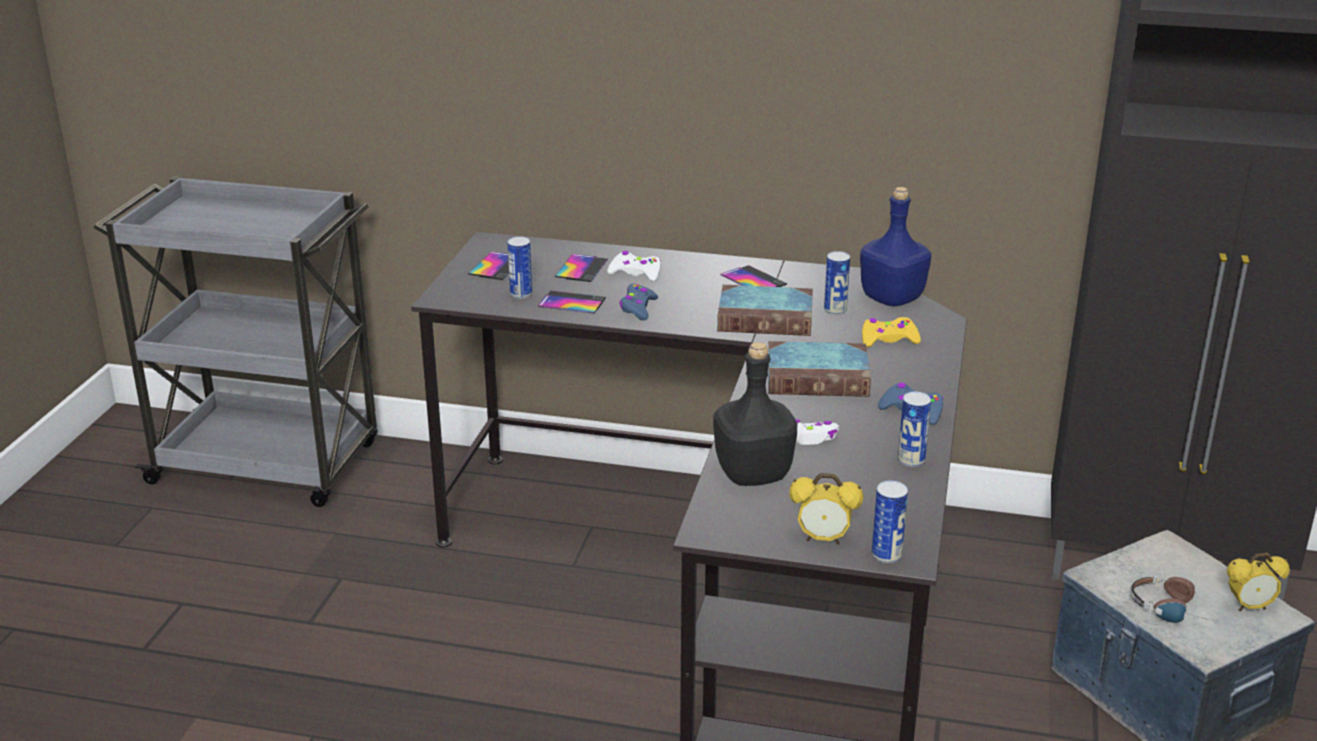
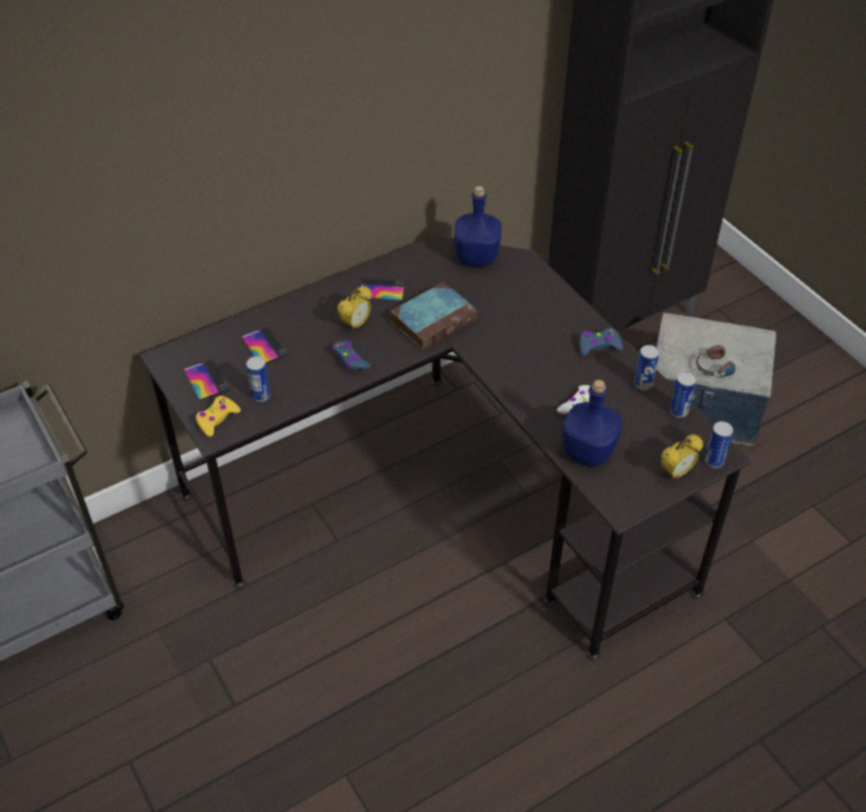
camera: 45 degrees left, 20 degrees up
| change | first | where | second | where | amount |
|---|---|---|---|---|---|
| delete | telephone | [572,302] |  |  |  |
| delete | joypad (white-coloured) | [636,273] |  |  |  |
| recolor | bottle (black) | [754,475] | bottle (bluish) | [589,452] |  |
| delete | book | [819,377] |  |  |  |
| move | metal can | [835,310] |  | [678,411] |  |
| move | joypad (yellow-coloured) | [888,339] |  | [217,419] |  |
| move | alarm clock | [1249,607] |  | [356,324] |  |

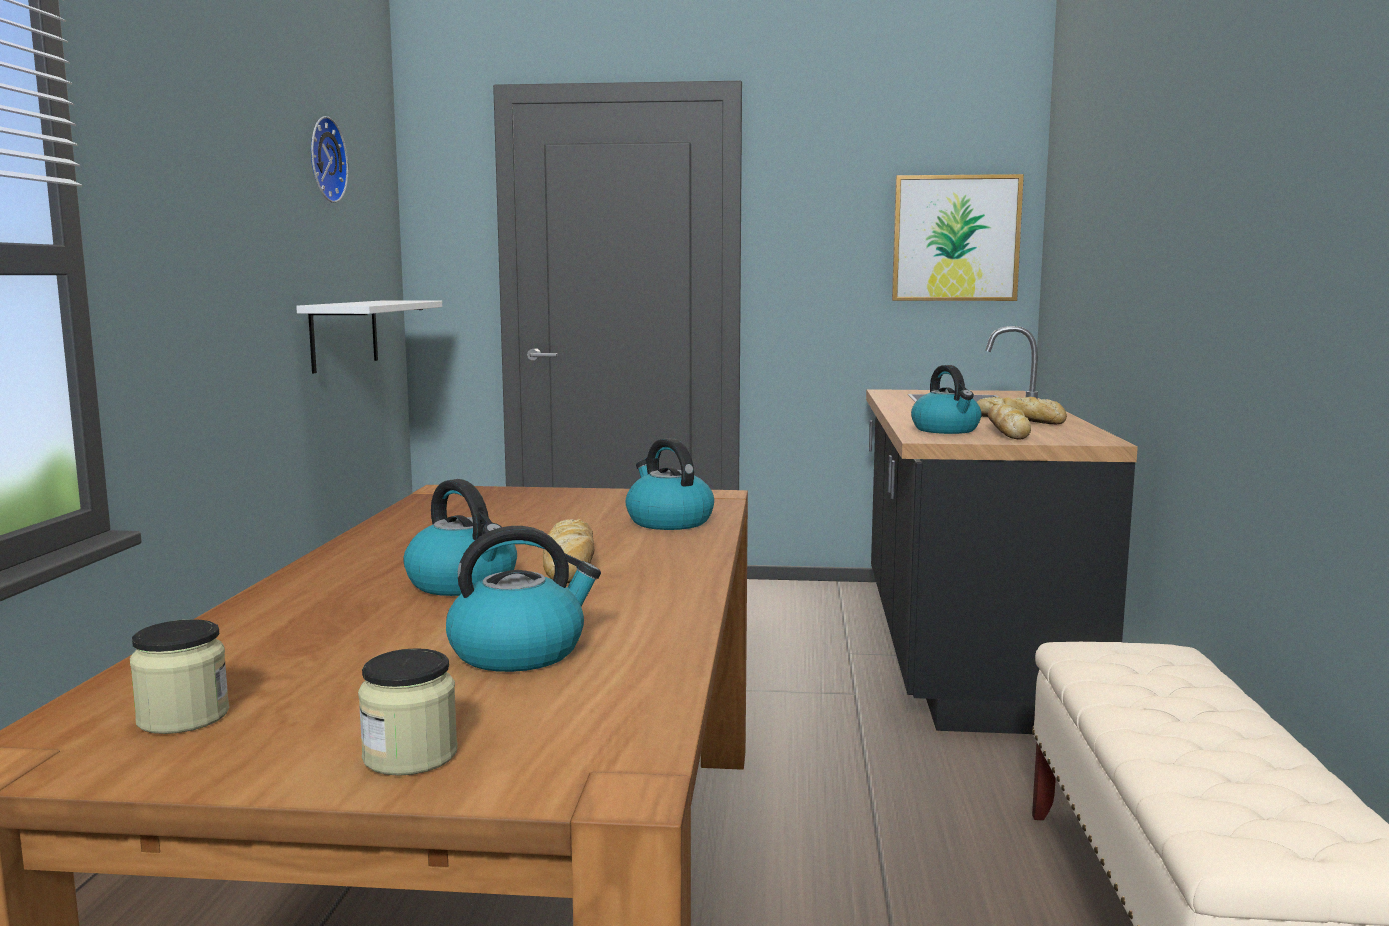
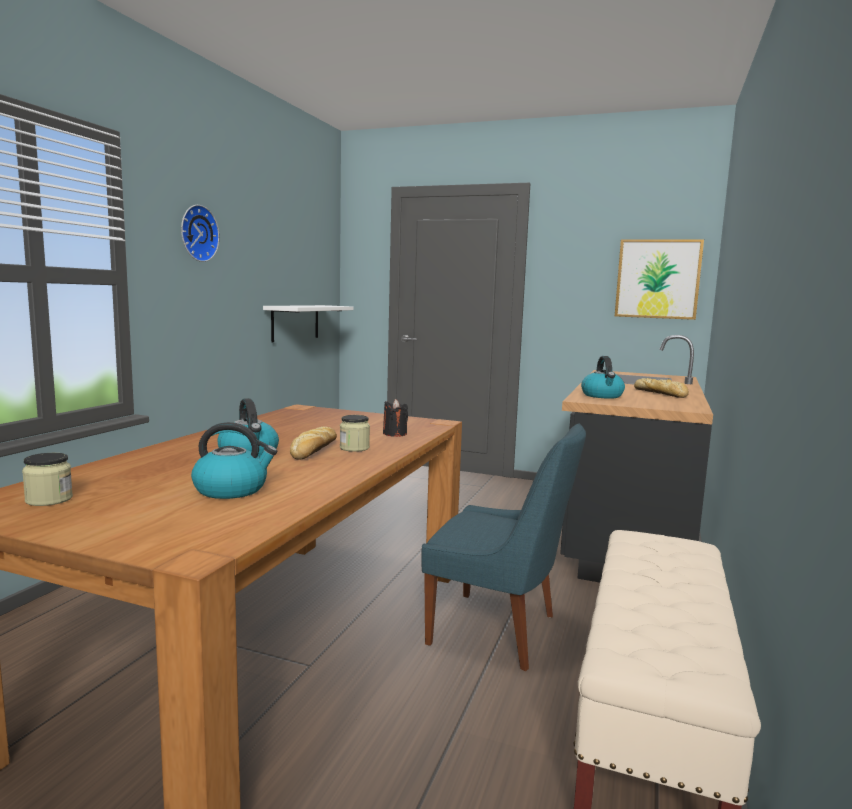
camera: 15 degrees right, 0 degrees up
| change | first | where | second | where | amount |
|---|---|---|---|---|---|
| move | wall clock | [323,160] |  | [197,233] |  |
| move | jar | [410,756] |  | [354,448] |  |
| replace | kettle | [668,521] | candle (black) | [394,434] |  |
| delete | bread | [1007,432] |  |  |  |
| insert |  |  | upright chair (bluish) | [498,631] |  |

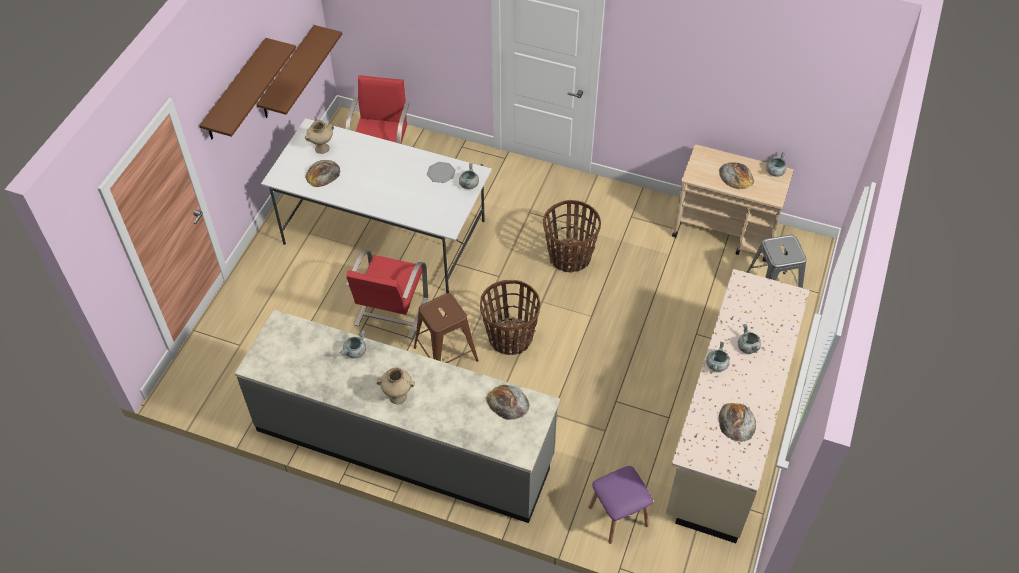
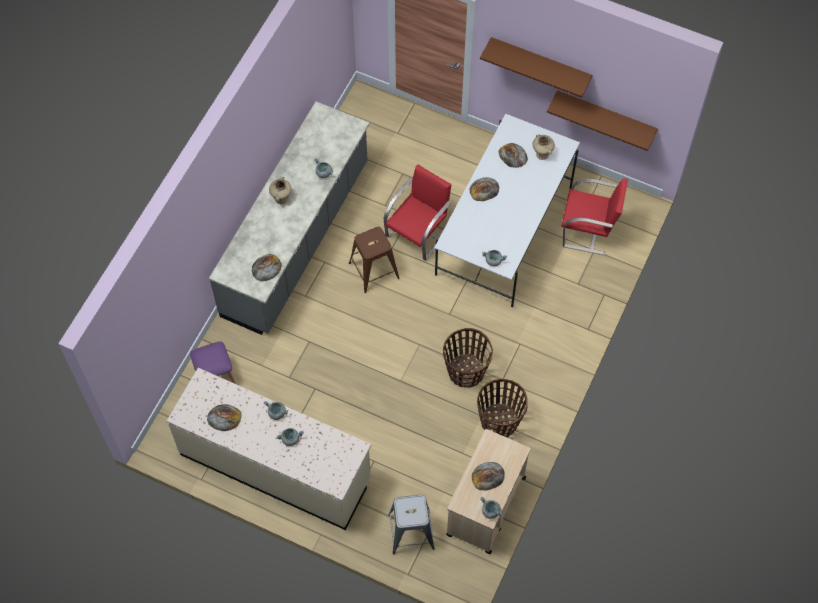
camera: 95 degrees right, 10 degrees up
| change | first | where | second | where | amount |
|---|---|---|---|---|---|
| rotate | upright chair (reddish) | [390,313] |  | [418,233] | 105 degrees clockwise |
| delete | flat dish | [441,173] |  |  |  |
| move | household basket | [510,338] |  | [499,421] |  |
| insert |  |  | bread | [484,189] |  |

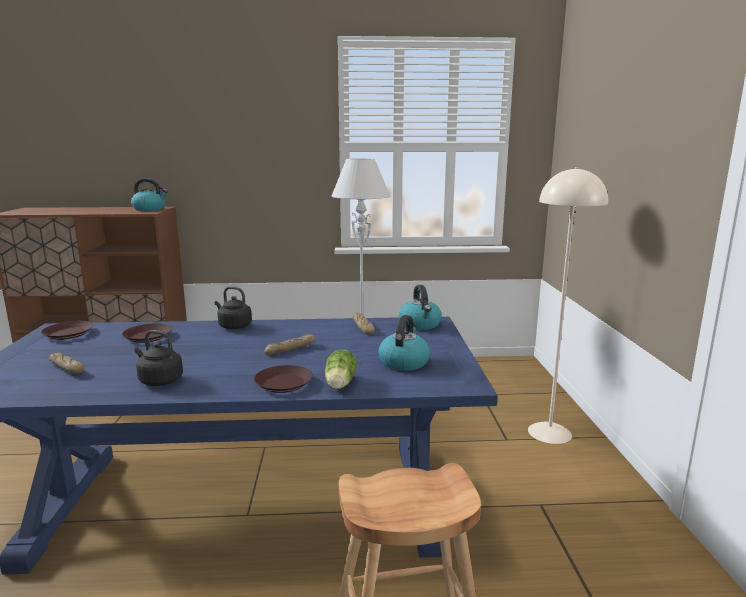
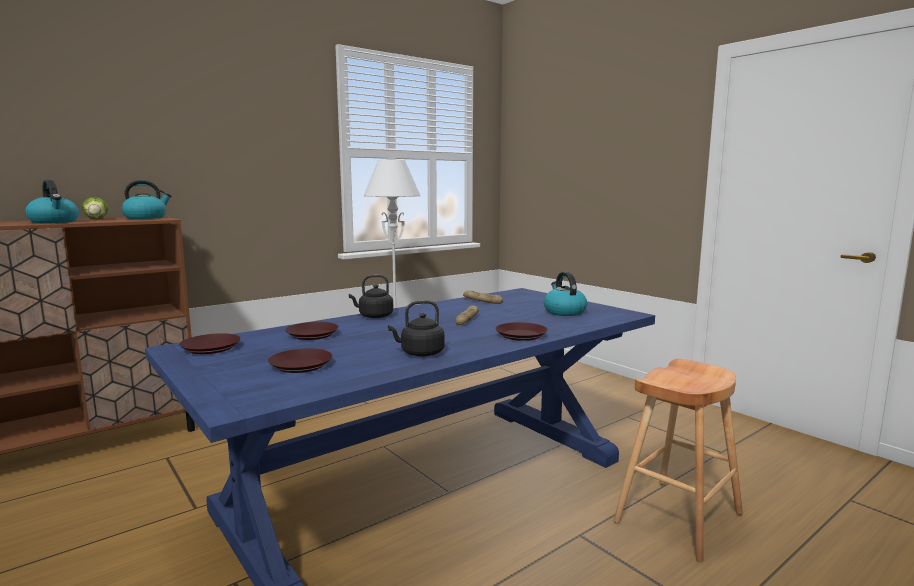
camera: 35 degrees left, 5 degrees down
| change | first | where | second | where | amount |
|---|---|---|---|---|---|
| replace | bread | [67,368] | flat dish (brownish) | [301,365] |  |
| move | lettuce | [339,384] |  | [96,219] |  |
| move | kettle | [420,325] |  | [54,222] |  |
| delete | standard lamp (beige-coloured) | [550,432] |  |  |  |

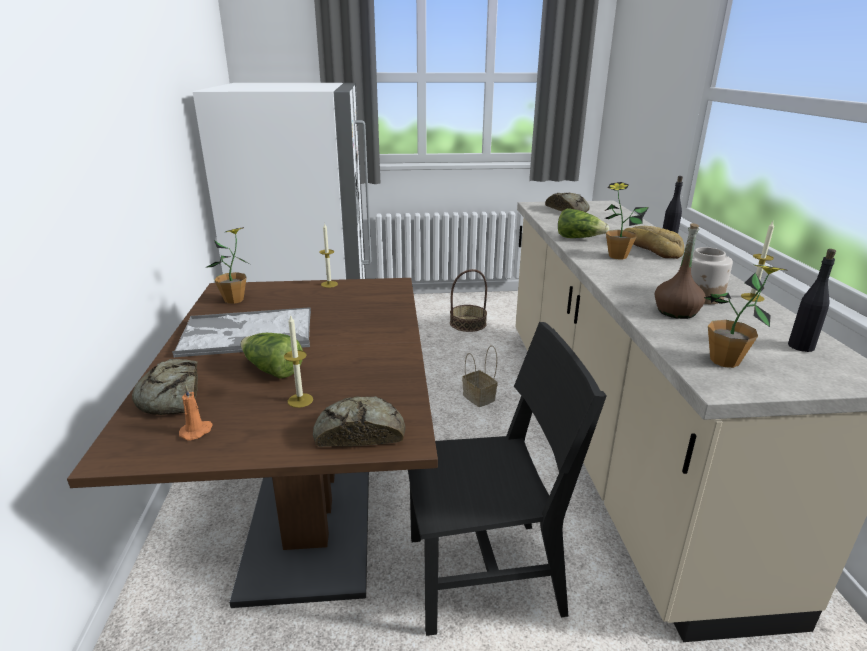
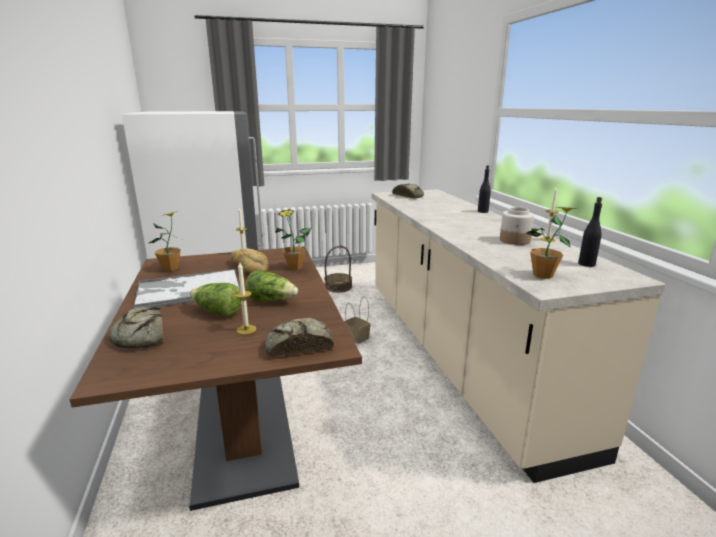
camera: 10 degrees left, 5 degrees down
| change | first | where | second | where | amount |
|---|---|---|---|---|---|
| delete | candle (orange-coloured) | [197,431] |  |  |  |
| delete | upright chair (black) | [484,574] |  |  |  |
| move | lettuce | [579,238] |  | [271,300] |  |
| move | houseplant | [617,256] |  | [295,267] |  |
| move | bread | [651,248] |  | [250,267] |  |
| delete | bottle (brownish) | [676,312] |  |  |  |

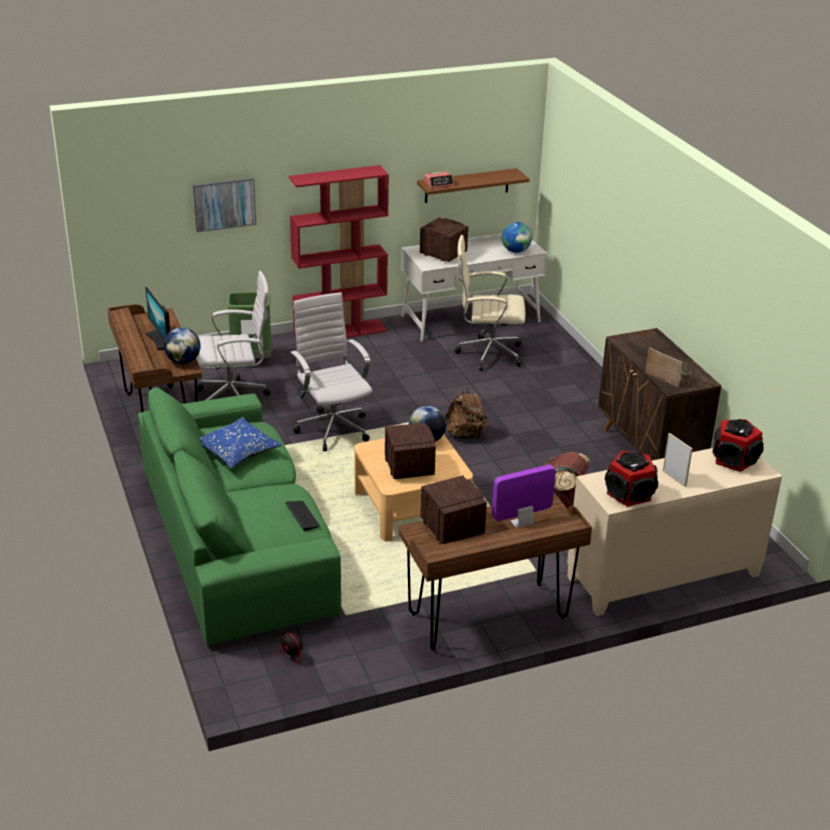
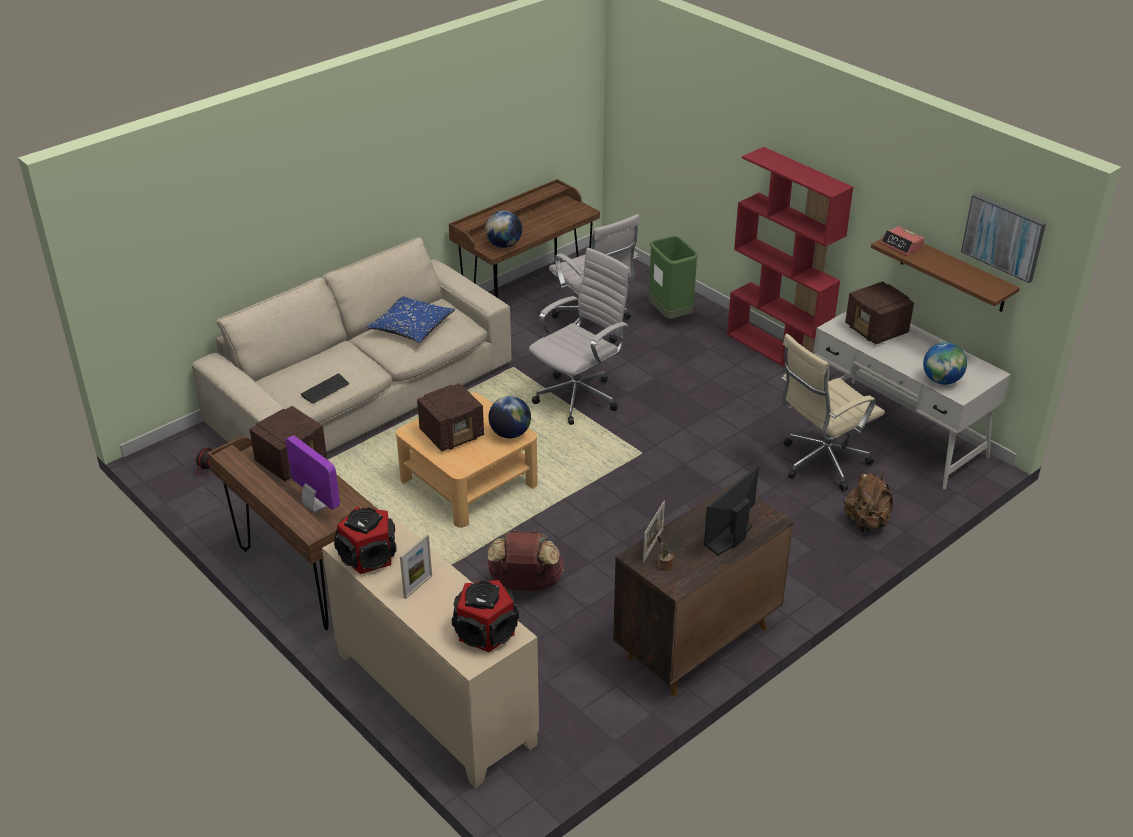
camera: 70 degrees right, 5 degrees up
| change | first | where | second | where | amount |
|---|---|---|---|---|---|
| recolor | couch (green) | [238,538] | couch (beige-coloured) | [363,394] |  |
| move | computer display | [160,340] |  | [729,537] |  |
| move | picture | [224,204] |  | [1003,237] |  |
| rotate | radio receiver | [442,254] |  | [876,331] | 135 degrees clockwise |
| move | backpack (brownish) | [465,435] |  | [866,523] |  |
| rotate | computer chair (beige-coloured) | [487,354] |  | [820,464] | 105 degrees counterclockwise |

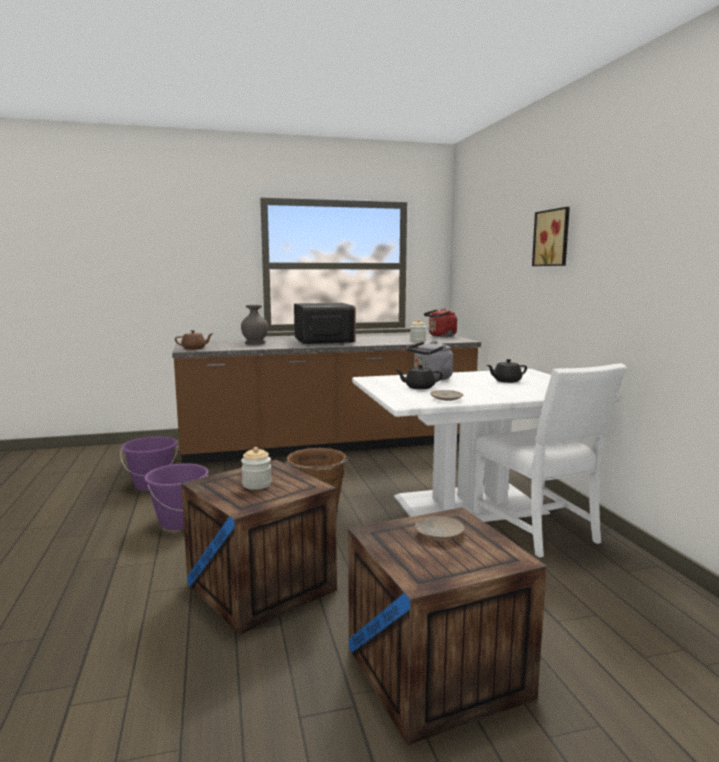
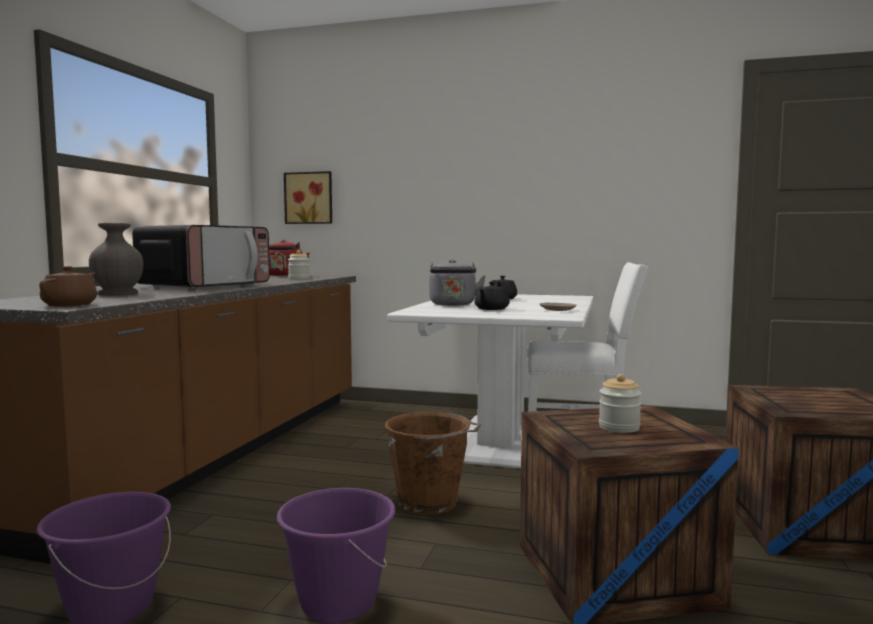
camera: 60 degrees left, 5 degrees down
| change | first | where | second | where | amount |
|---|---|---|---|---|---|
| rotate | kitchen microwave | [323,341] |  | [205,286] | 105 degrees clockwise |
| delete | flat dish (beige-coloured) | [438,533] |  |  |  |
| move | picture | [553,238] |  | [309,198] |  |

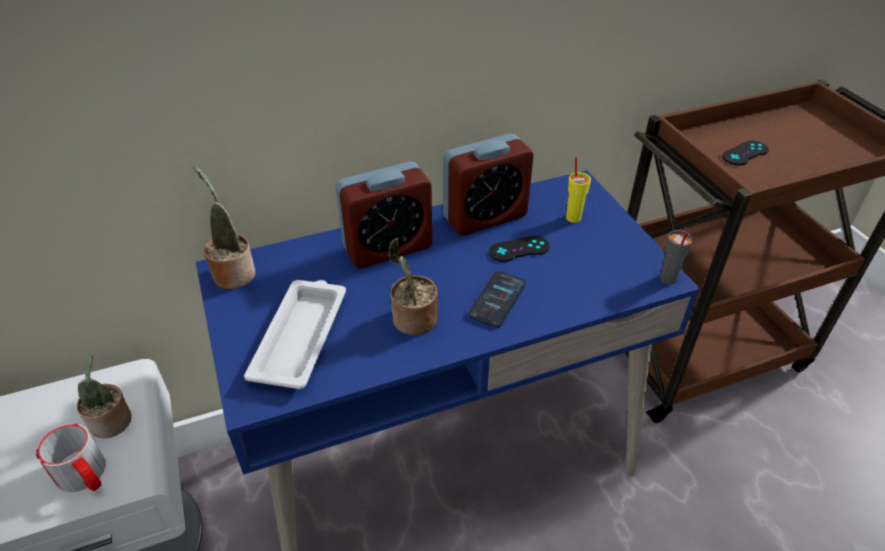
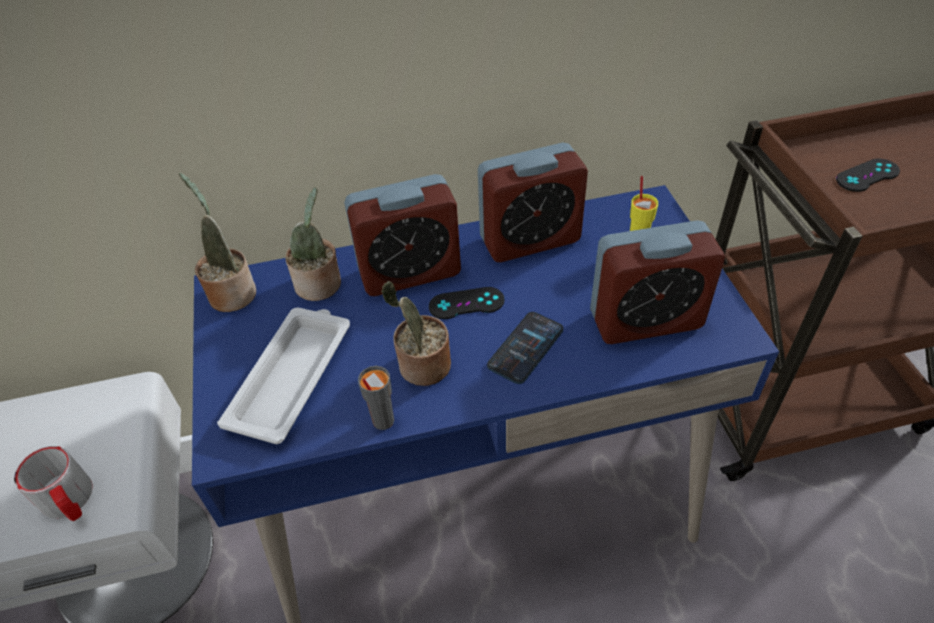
camera: 10 degrees right, 5 degrees up
| change | first | where | second | where | amount |
|---|---|---|---|---|---|
| move | houseplant | [113,423] |  | [320,285] |  |
| move | joypad (black) | [519,249] |  | [466,303] |  |
| move | drinking cup (grey) | [667,279] |  | [382,421] |  |
| insert |  |  | alarm clock | [645,320] |  |

